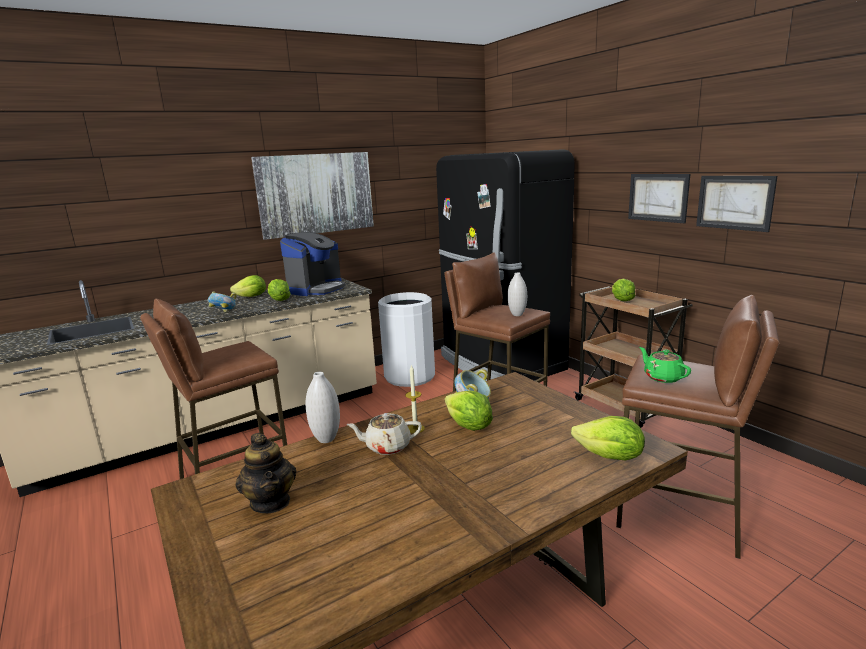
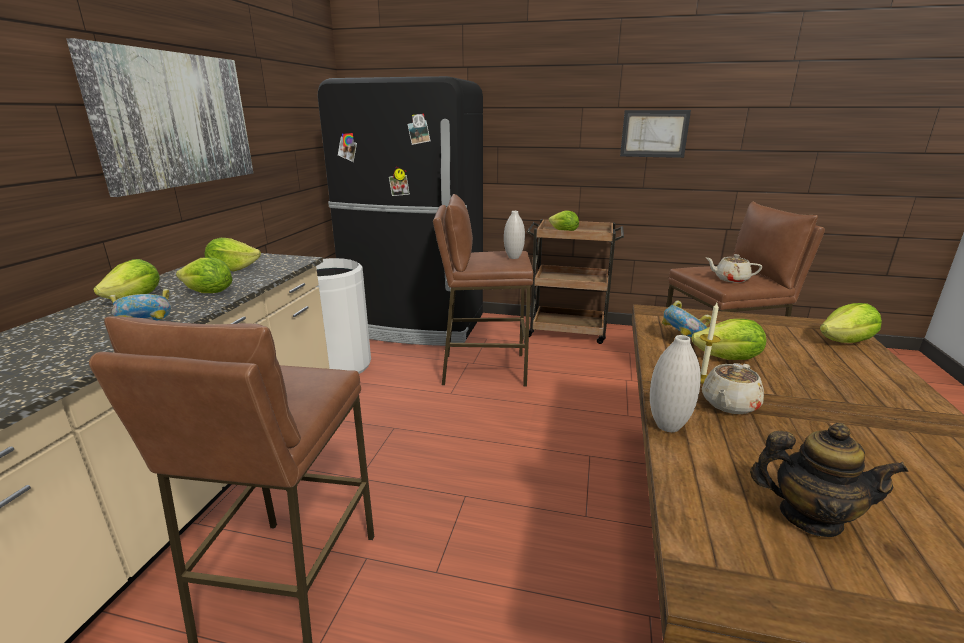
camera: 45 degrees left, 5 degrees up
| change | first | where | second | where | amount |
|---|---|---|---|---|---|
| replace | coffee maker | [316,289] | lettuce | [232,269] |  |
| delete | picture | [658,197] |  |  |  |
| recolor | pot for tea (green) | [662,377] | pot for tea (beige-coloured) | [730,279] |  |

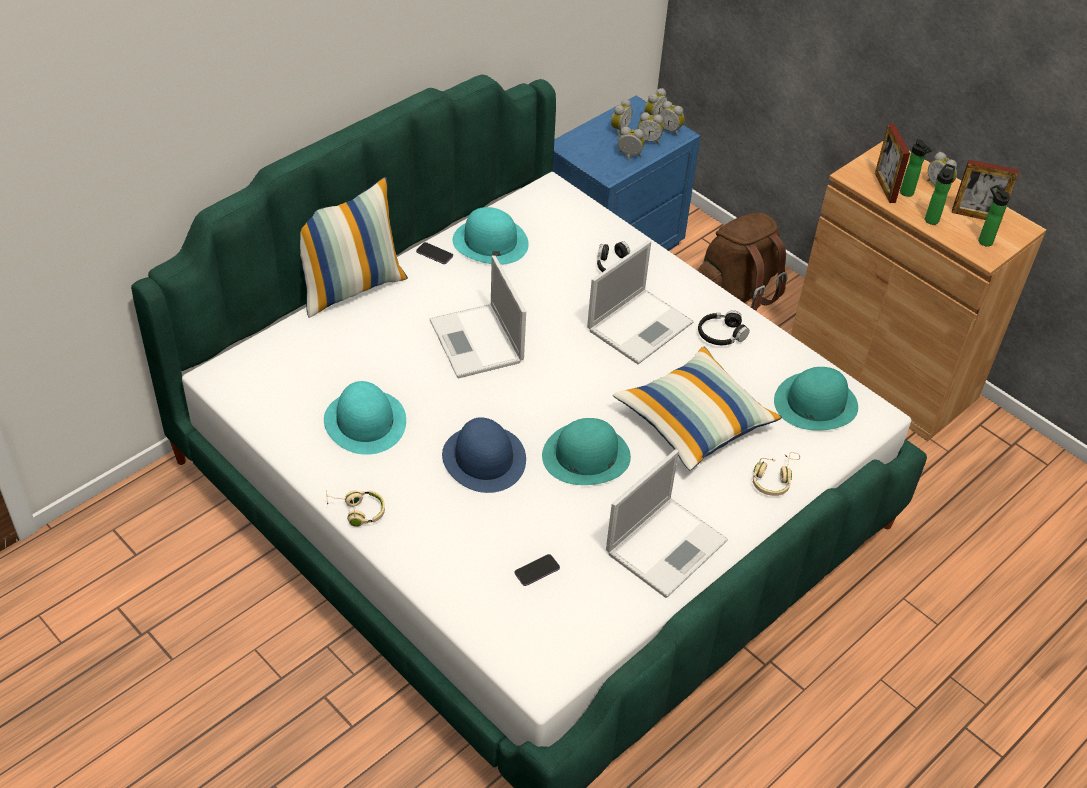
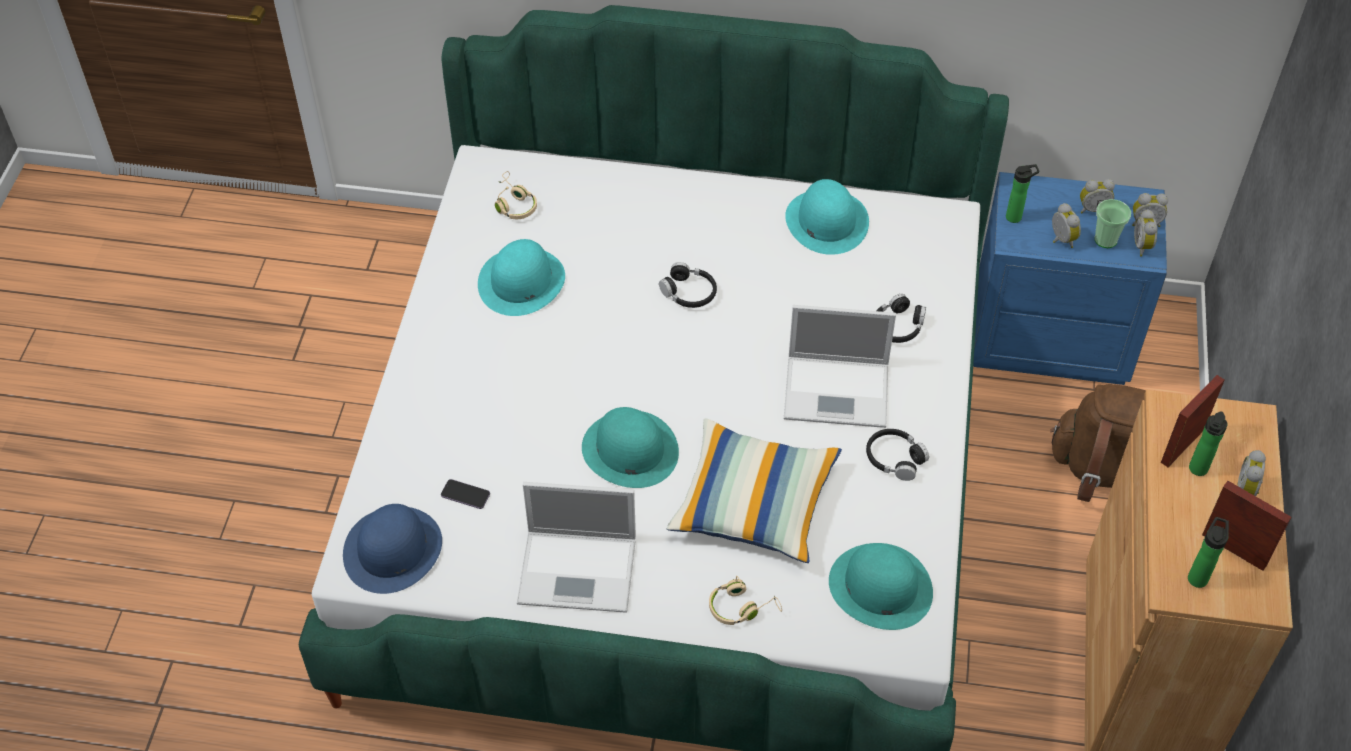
camera: 55 degrees right, 5 degrees up
| change | first | where | second | where | amount |
|---|---|---|---|---|---|
| delete | pillow | [350,287] |  |  |  |
| move | headphones (beige-coloured) | [356,511] |  | [514,204] |  |
| delete | telephone | [434,254] |  |  |  |
| replace | portable computer | [477,342] | headphones (black) | [689,292] |  |
| move | hat (bluish) | [484,458] |  | [393,550] |  |
| replace | alarm clock | [649,140] | drinking cup | [1105,240] |  |
| move | bottle | [932,219] |  | [1016,217] |  |
| rotate | photo frame | [976,216] |  | [1234,549] | 150 degrees clockwise |

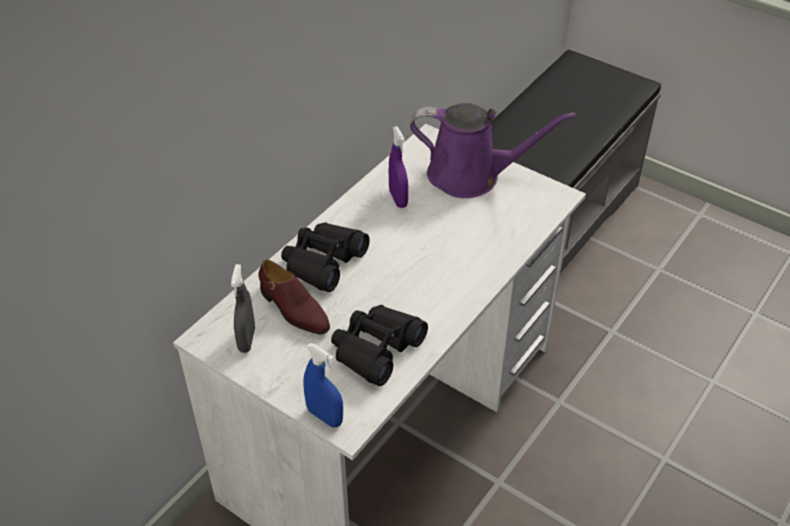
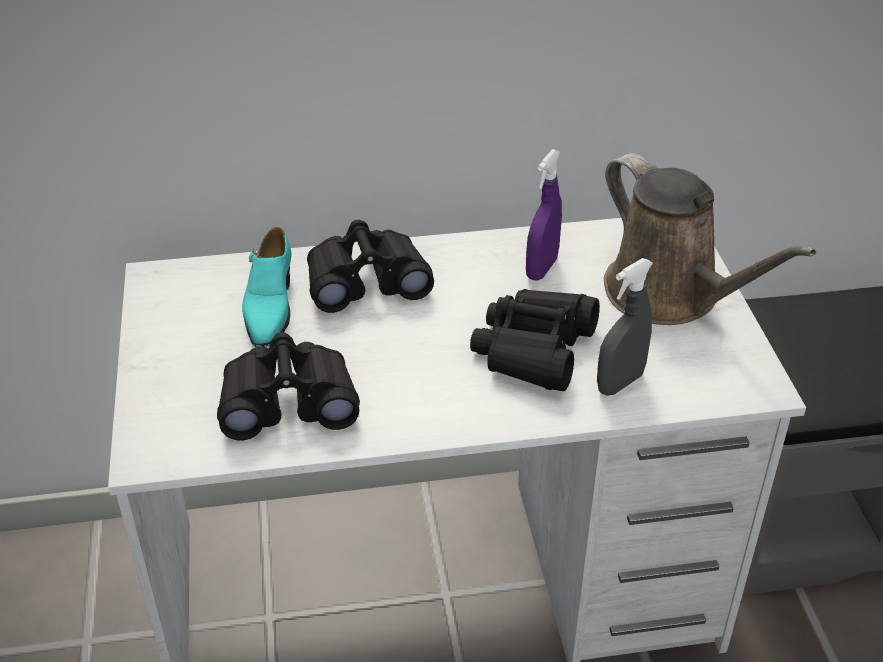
camera: 45 degrees right, 5 degrees down
| change | first | where | second | where | amount |
|---|---|---|---|---|---|
| move | hand sprayer (grey) | [247,340] |  | [620,383] |  |
| recolor | low shoe (brownish) | [294,310] | low shoe (turquoise-coloured) | [269,307] |  |
| delete | hand sprayer (bluish) | [325,416] |  |  |  |
| recolor | sprinkling can (purple-coloured) | [471,176] | sprinkling can (brownish) | [669,295] |  |
| insert |  |  | pair of binoculars (black) | [534,349] |  |

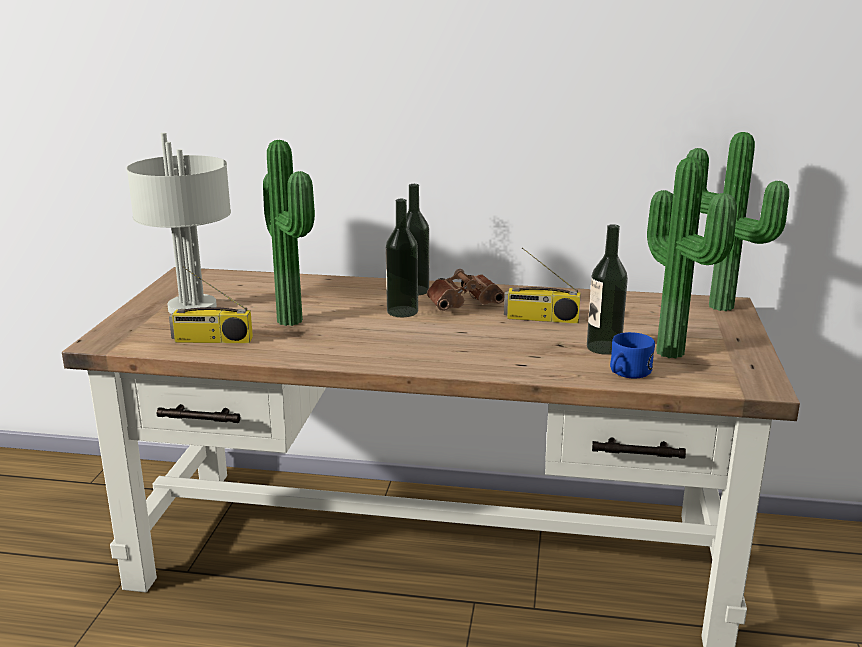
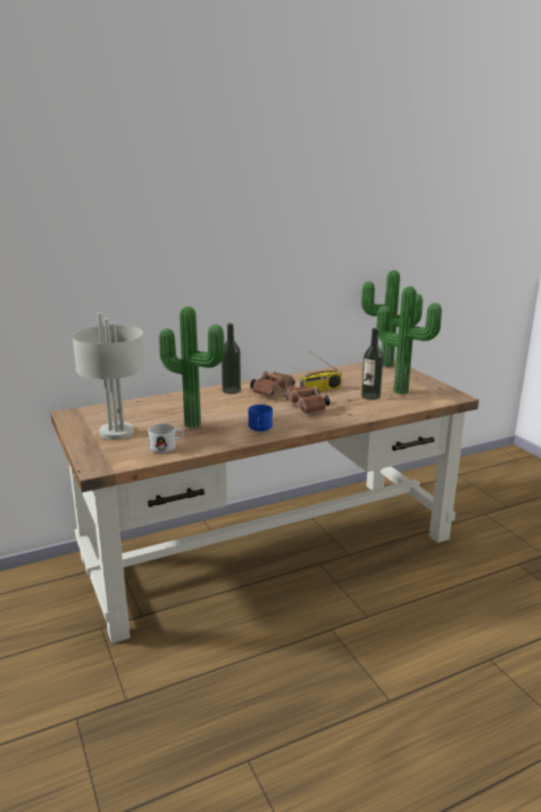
camera: 35 degrees left, 0 degrees up
| change | first | where | second | where | amount |
|---|---|---|---|---|---|
| replace | radio receiver | [211,340] | coffee mug (white-coloured) | [167,447] |  |
| delete | bottle | [402,311] |  |  |  |
| move | coffee mug (bluish) | [626,373] |  | [259,429] |  |
| insert |  |  | pair of binoculars (brownish) | [307,408] |  |

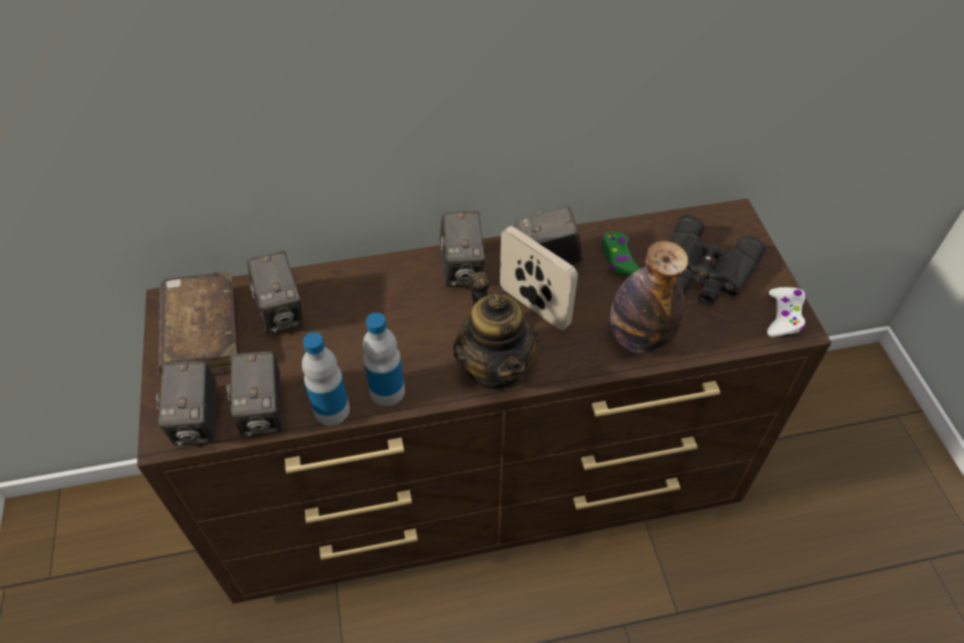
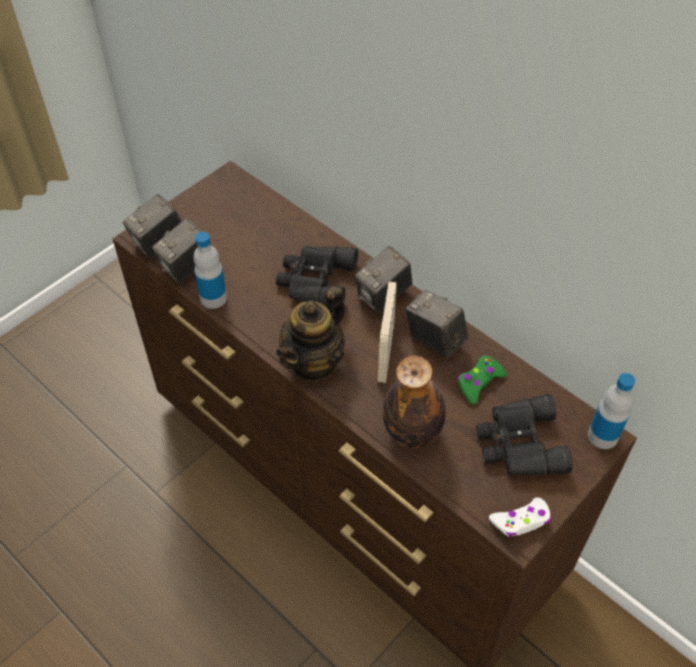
camera: 55 degrees right, 0 degrees up
| change | first | where | second | where | amount |
|---|---|---|---|---|---|
| delete | book (brownish) | [203,334] |  |  |  |
| delete | photo camera | [281,312] |  |  |  |
| move | bottle | [387,391] |  | [602,436] |  |
| insert |  |  | pair of binoculars (black) | [314,281] |  |

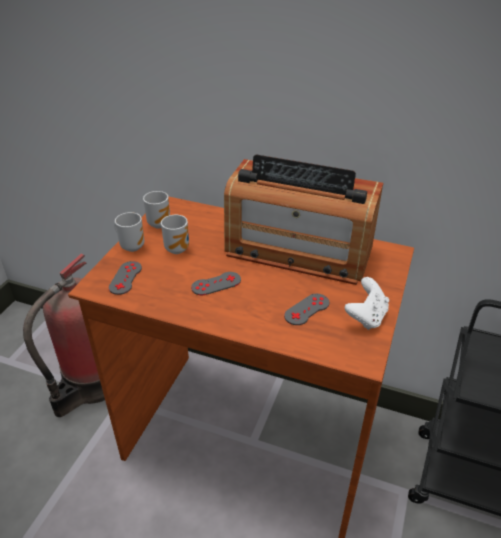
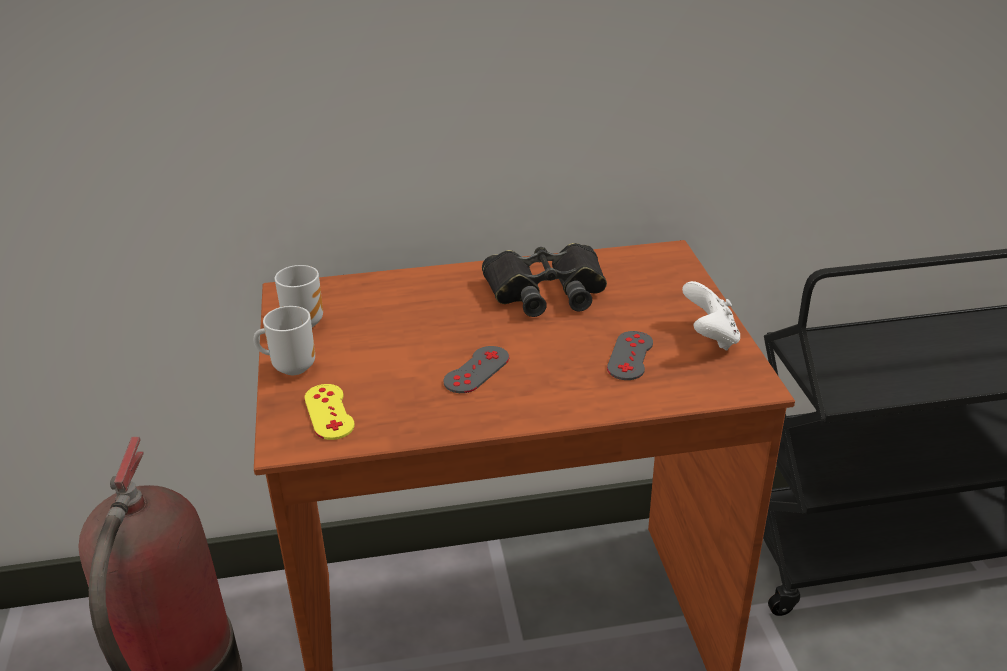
camera: 30 degrees left, 5 degrees down
| change | first | where | second | where | amount |
|---|---|---|---|---|---|
| recolor | joypad (grey) | [125,278] | joypad (yellow-coloured) | [329,412] |  |
| delete | coffee mug | [178,249] |  |  |  |
| replace | radio receiver | [298,250] | pair of binoculars (black) | [546,291] |  |

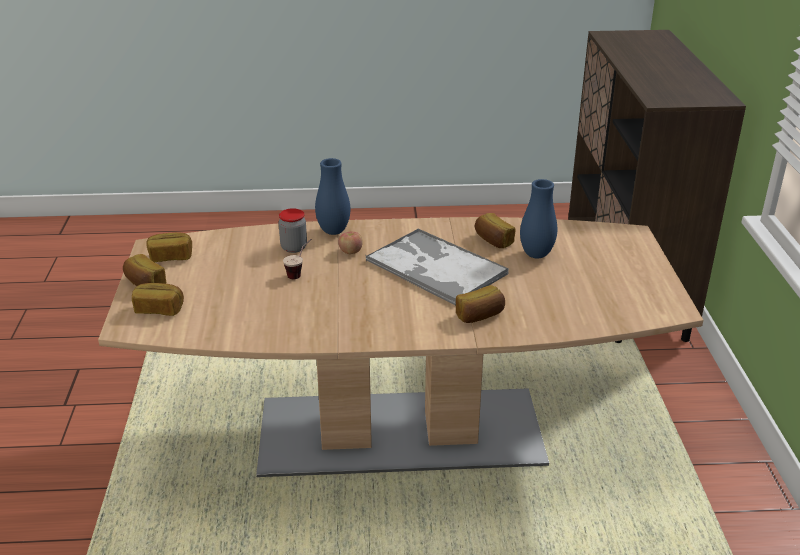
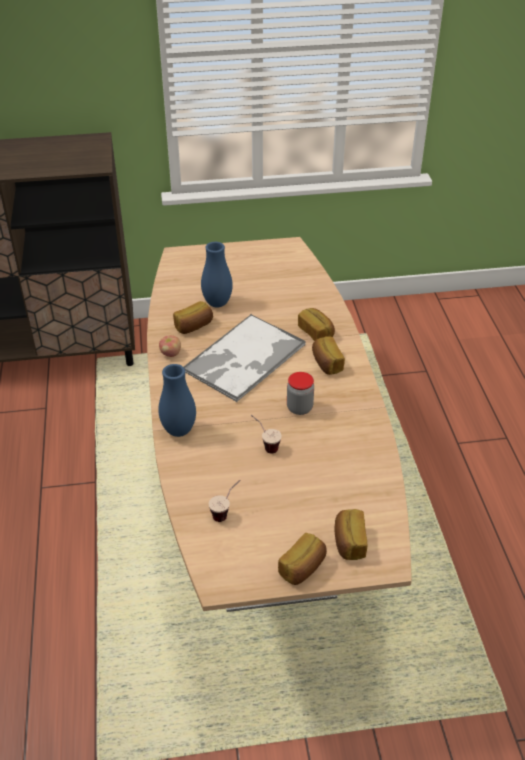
camera: 95 degrees left, 10 degrees up
| change | first | where | second | where | amount |
|---|---|---|---|---|---|
| move | bread | [171,257] |  | [326,363] |  |
| move | jar | [294,247] |  | [299,408] |  |
| move | apple fruit | [350,251] |  | [170,354] |  |
| insert |  |  | drinking cup | [226,512] |  |

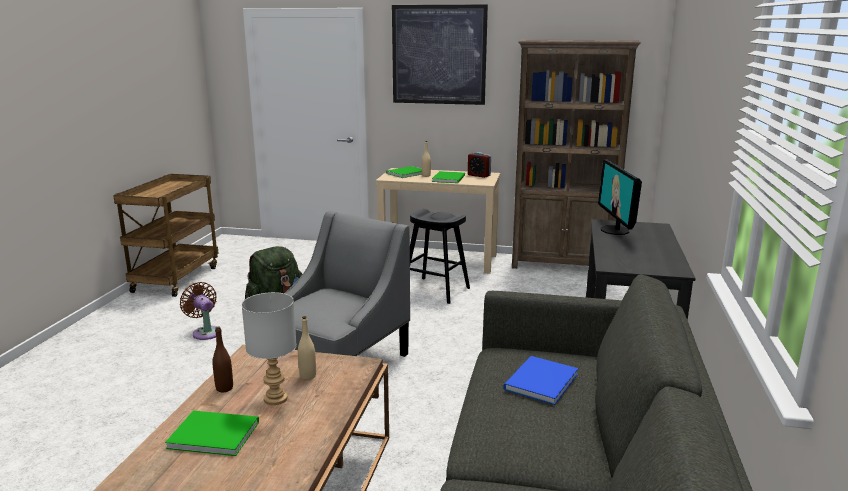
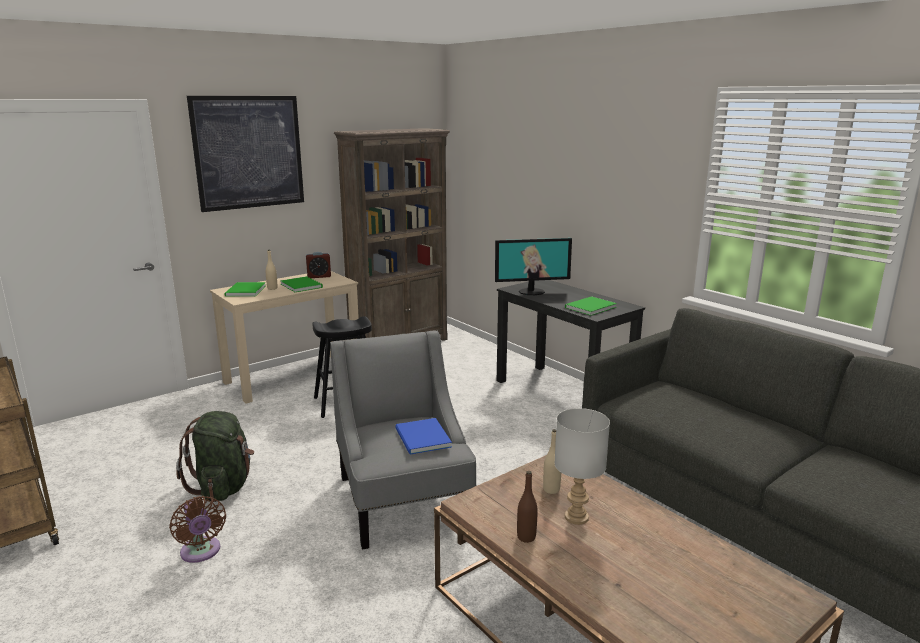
camera: 50 degrees left, 0 degrees up
| change | first | where | second | where | amount |
|---|---|---|---|---|---|
| move | book (green) | [212,433] |  | [588,307] |  |
| rotate | fan (brownish) | [205,332] |  | [201,552] | 120 degrees counterclockwise |
| move | book (bluish) | [538,382] |  | [422,439] |  |
| rotate | computer display | [615,230] |  | [531,291] | 45 degrees counterclockwise |

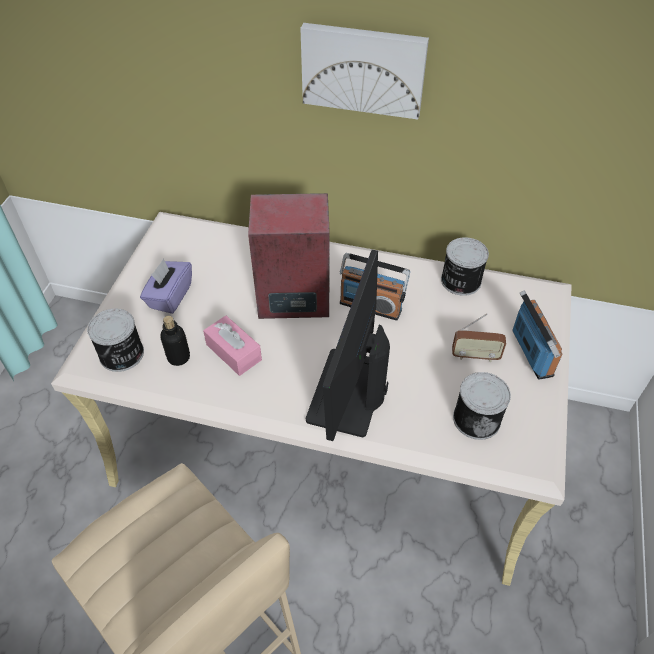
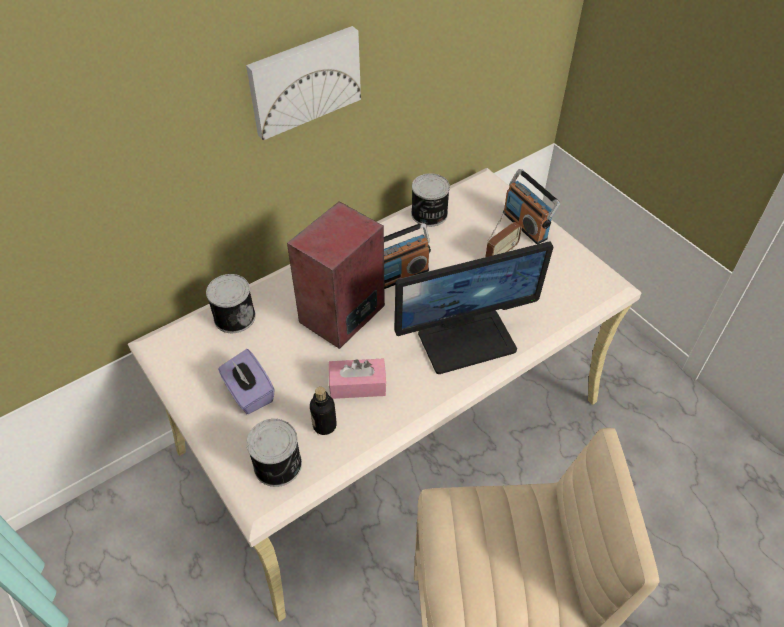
camera: 50 degrees left, 0 degrees up
| change | first | where | second | where | amount |
|---|---|---|---|---|---|
| rotate | computer display | [349,393] |  | [466,340] | 75 degrees counterclockwise |
| move | metal can | [476,418] |  | [234,316] |  |
| rotate | radio receiver | [531,353] |  | [525,225] | 150 degrees counterclockwise |

